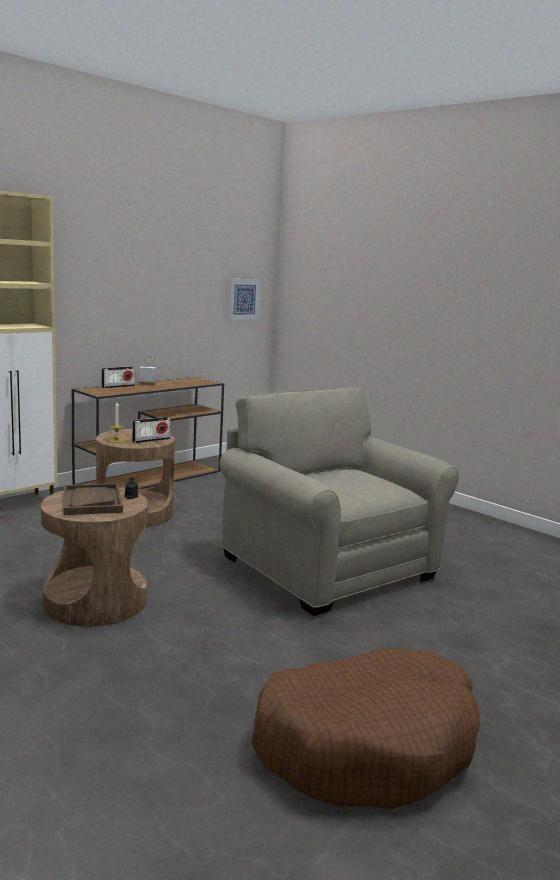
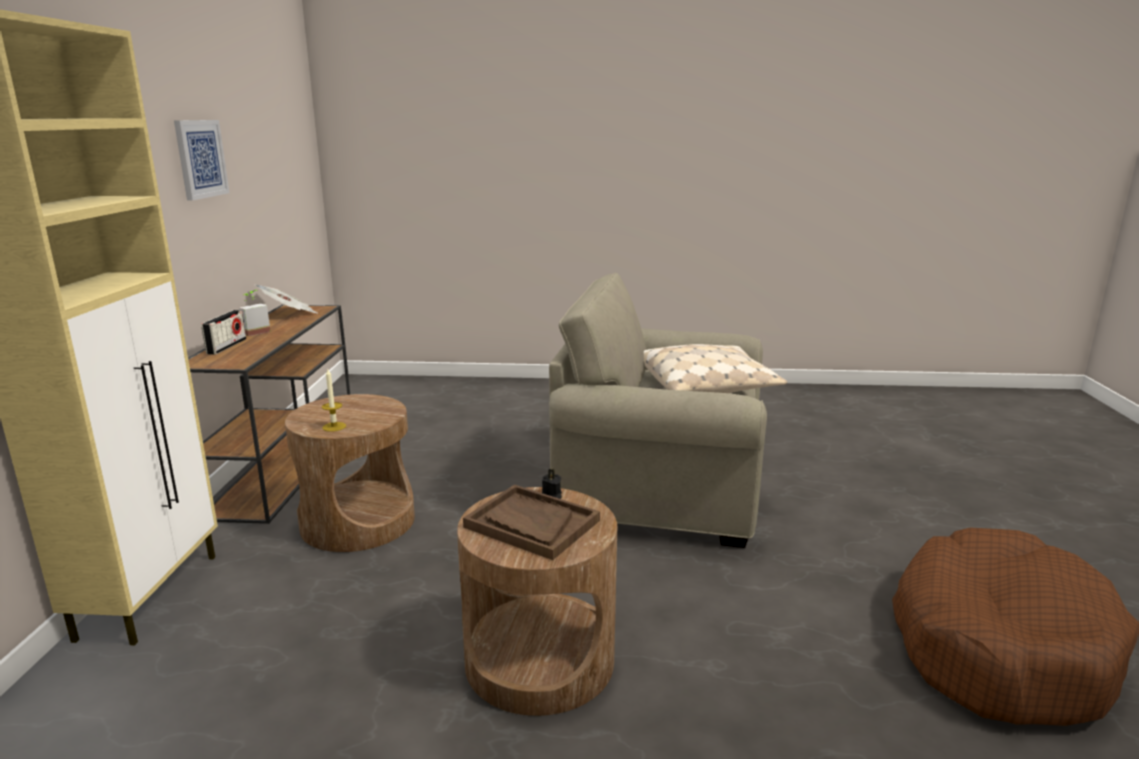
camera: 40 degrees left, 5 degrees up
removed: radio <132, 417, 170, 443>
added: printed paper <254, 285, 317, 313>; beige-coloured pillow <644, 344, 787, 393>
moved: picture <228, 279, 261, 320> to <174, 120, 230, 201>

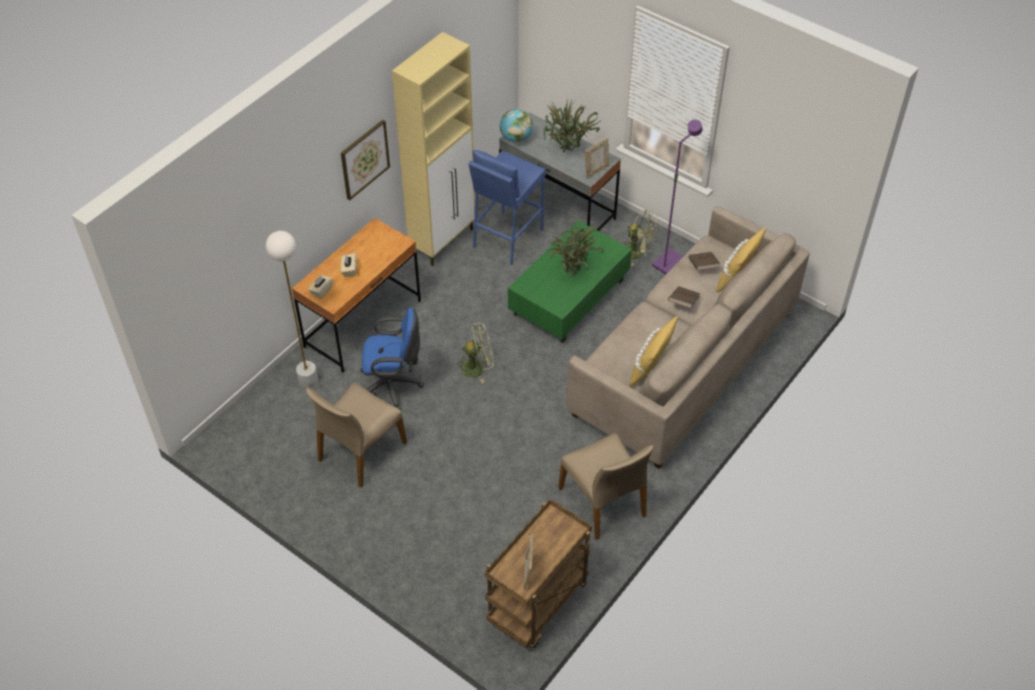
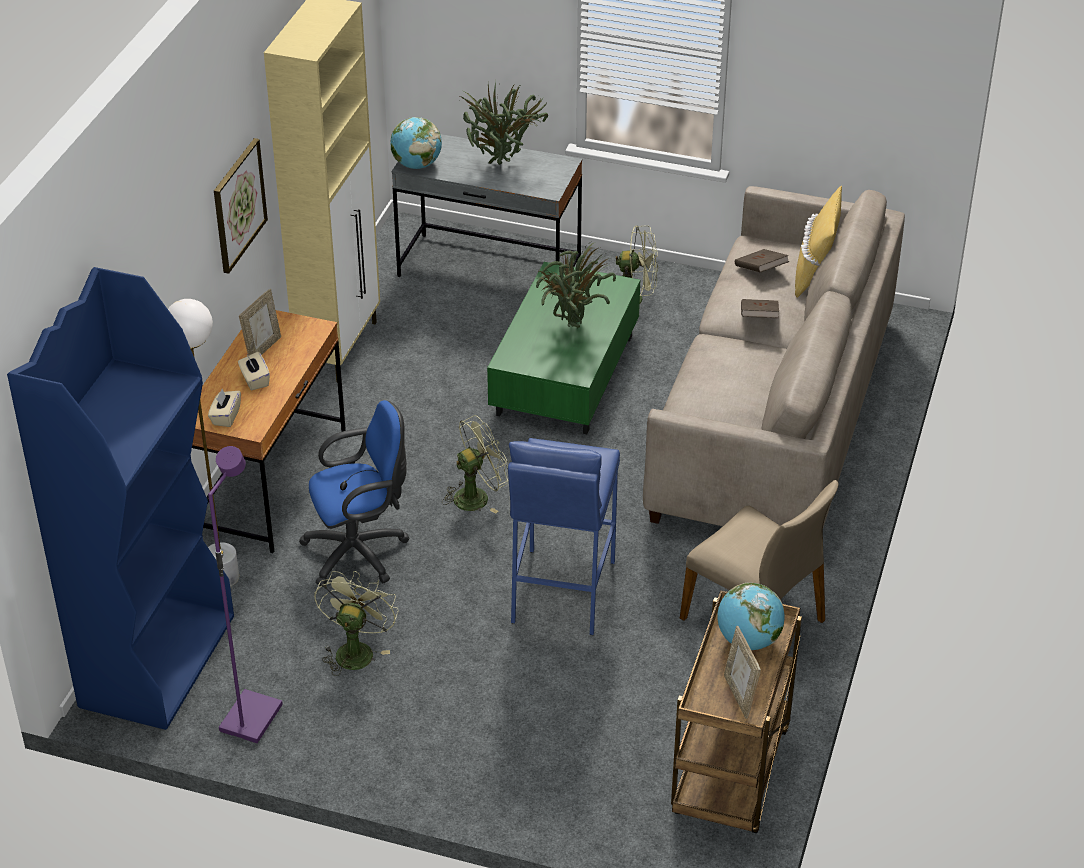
camera: 20 degrees left, 10 degrees down
removed: yellow-coloured pillow <629, 316, 678, 387>
added: bluish bookshelf <7, 267, 234, 730>; world globe <717, 583, 785, 650>
moved: bluish stool <469, 150, 546, 265> to <508, 438, 620, 635>; photo frame <585, 138, 609, 179> to <239, 289, 281, 356>; purple standard lamp <652, 120, 703, 275> to <208, 446, 283, 743>
replaced: beige-coloured upright chair <306, 383, 407, 488> to greenish fan <314, 571, 399, 676>

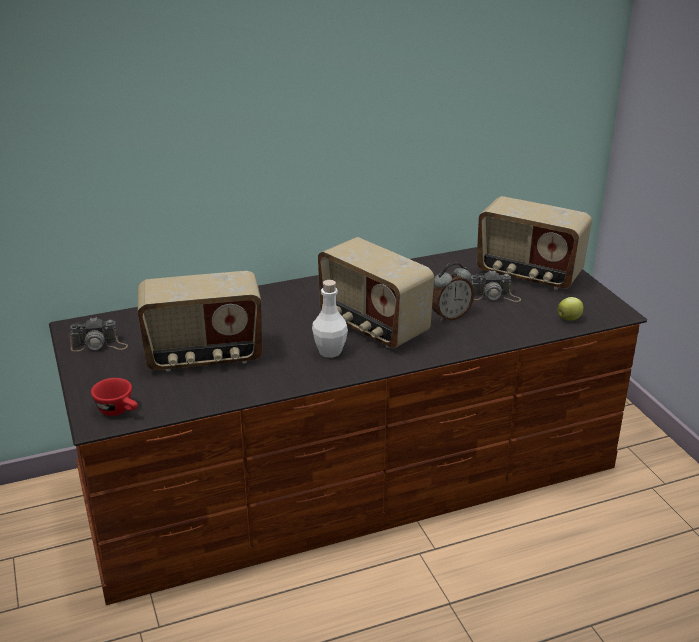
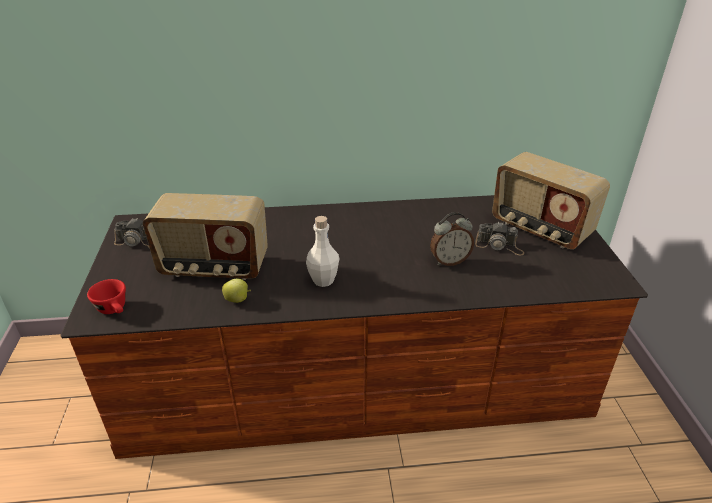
camera: 15 degrees right, 5 degrees up
removed: radio <318, 237, 434, 348>
moved: apple fruit <557, 297, 584, 321> to <222, 279, 251, 303>

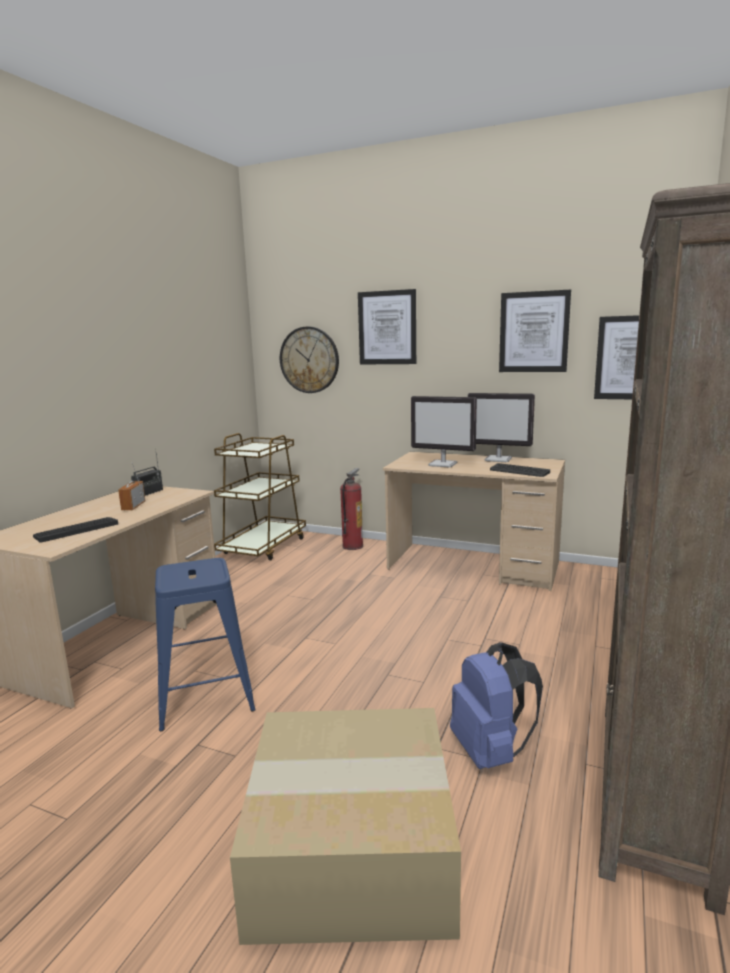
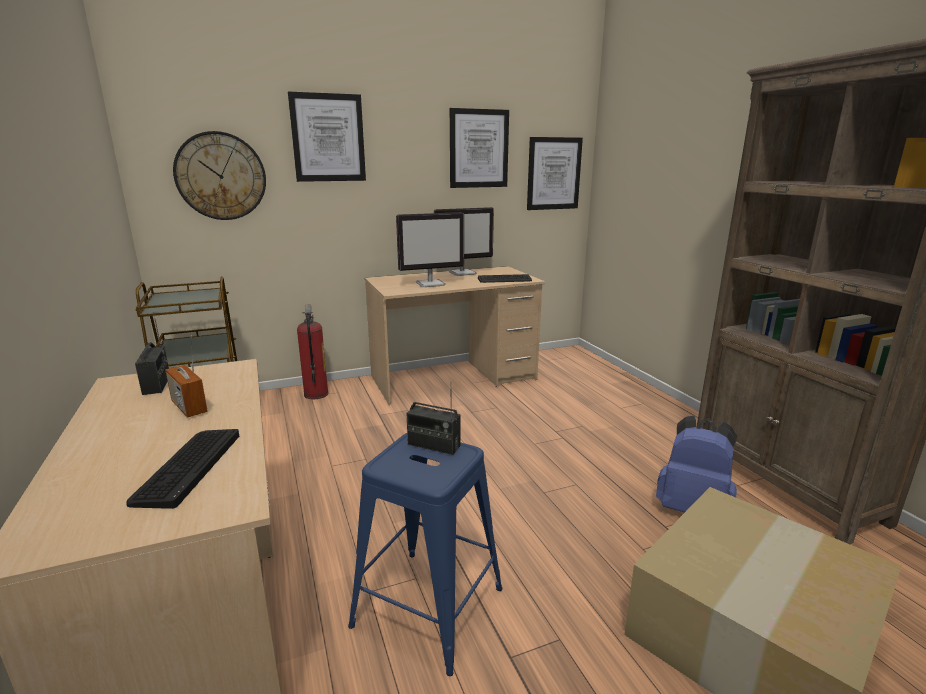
camera: 45 degrees left, 5 degrees up
added: radio <407, 382, 461, 455>

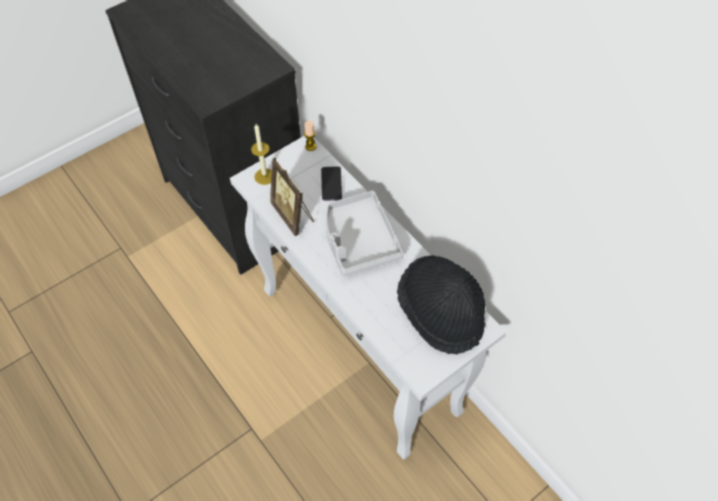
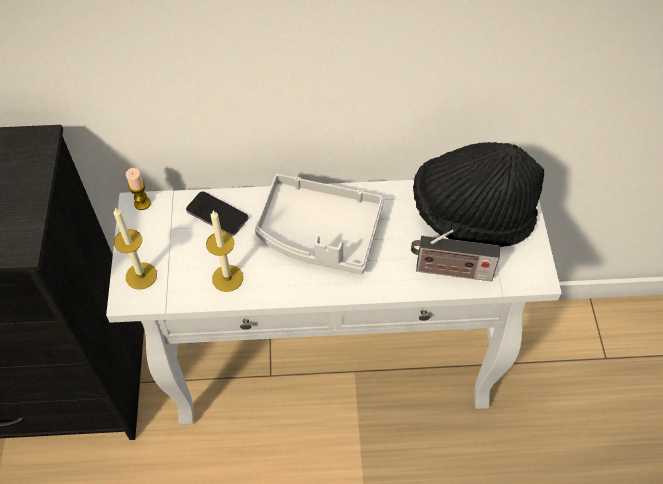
camera: 55 degrees left, 0 degrees up
added: radio <411, 230, 500, 281>
replaced: photo frame <270, 158, 314, 236> to candle <206, 210, 243, 292>

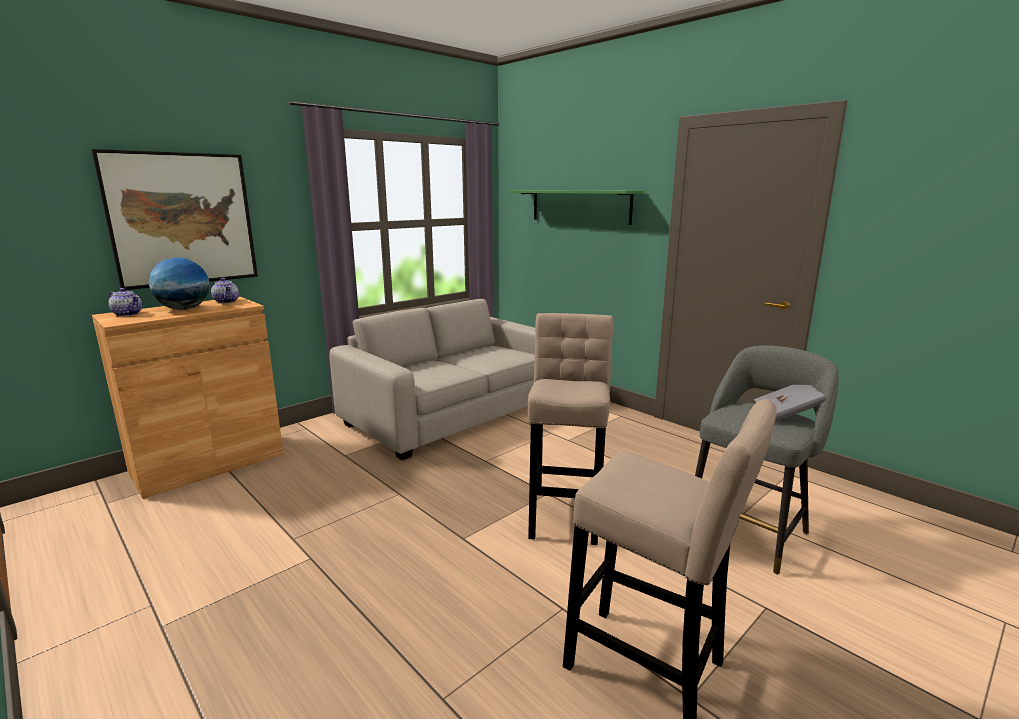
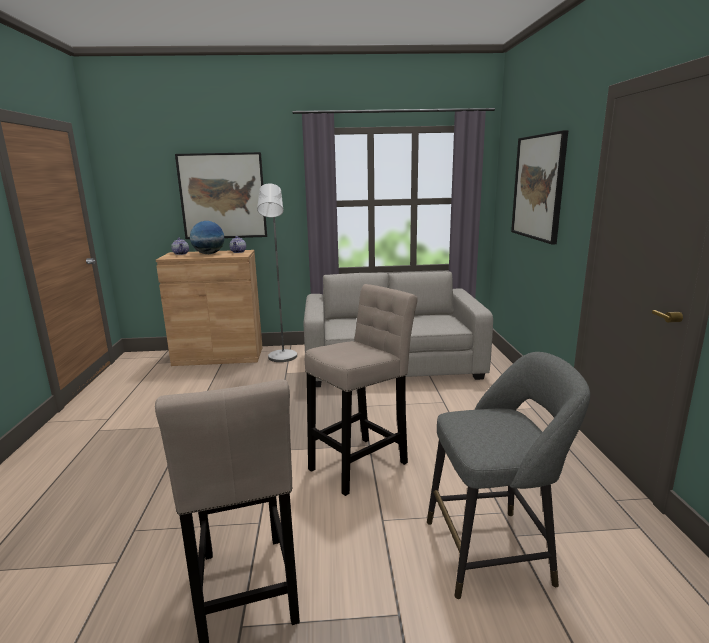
camera: 40 degrees right, 0 degrees up
removed: grey volume <754, 385, 827, 422>
added: grey standard lamp <257, 184, 297, 362>
replaced: greenish bracket shelf <510, 190, 644, 225> to picture <511, 130, 568, 244>

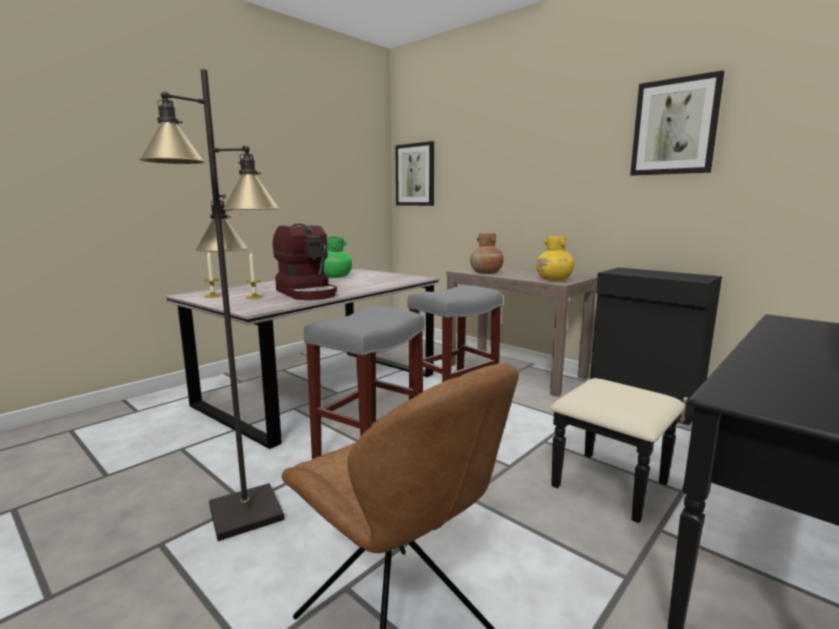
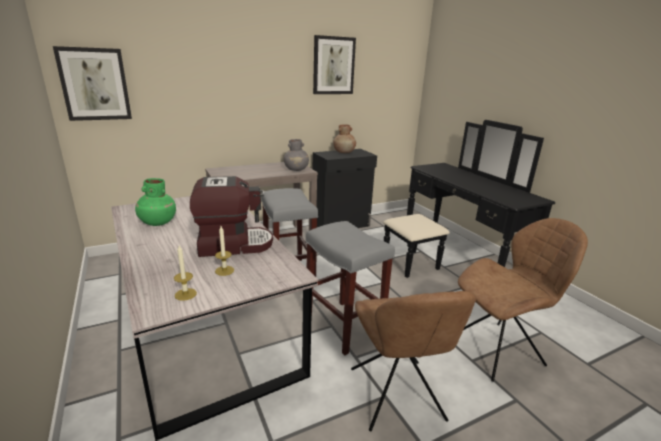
camera: 70 degrees left, 10 degrees up
moved: brownish vase <470, 233, 504, 274> to <333, 124, 356, 153>
replaced: blackish standard lamp <139, 69, 284, 541> to brownish upright chair <351, 291, 476, 431>
recoloured: yellow-coloured vase <536, 236, 574, 281> to grey vase <284, 139, 309, 171>

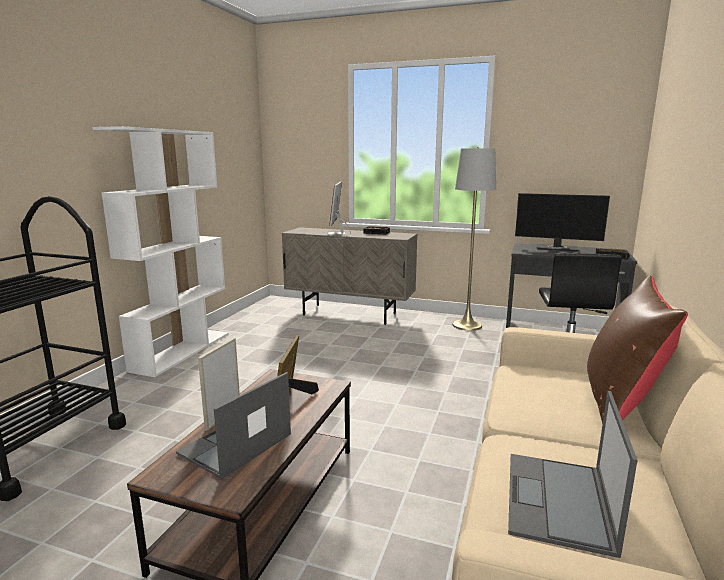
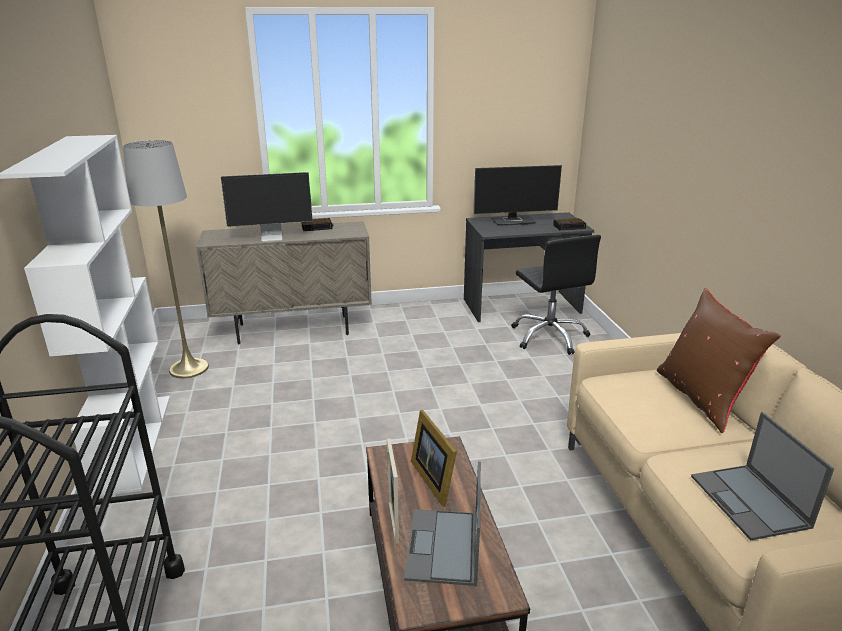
camera: 30 degrees left, 10 degrees up
moved: grey standard lamp <453, 147, 496, 331> to <123, 140, 209, 378>
turned: computer display <327, 182, 351, 235> = <221, 172, 313, 242> 75 degrees counterclockwise

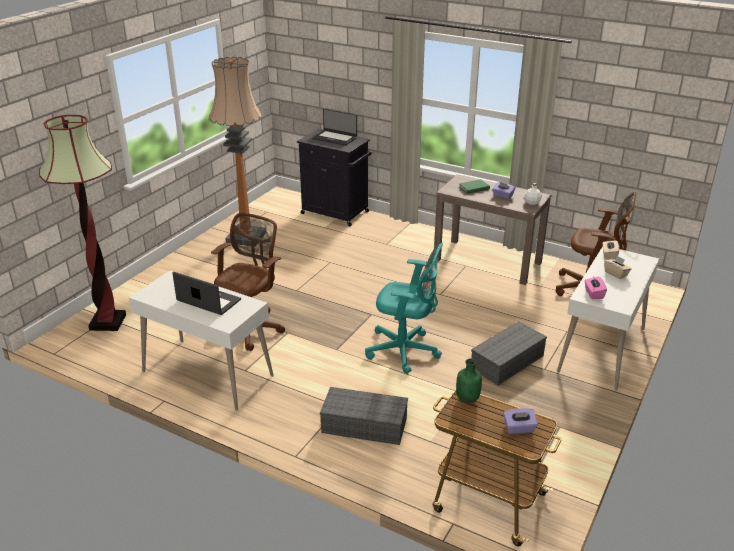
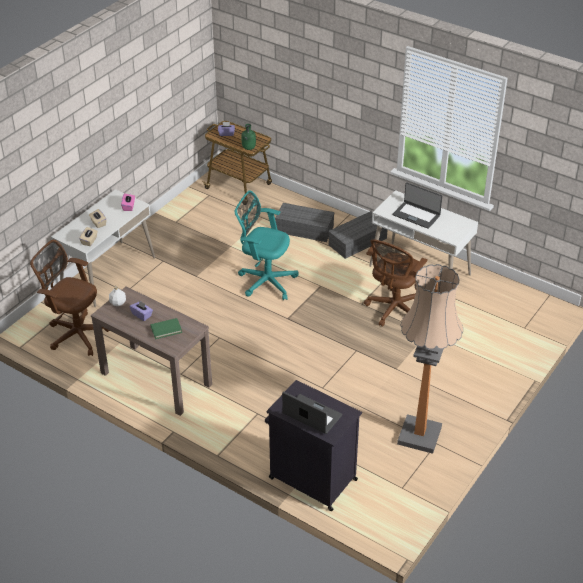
camera: 175 degrees left, 10 degrees up
removed: standard lamp <39, 115, 126, 331>
moved: grey storage container <471, 321, 547, 385> to <328, 211, 387, 259>

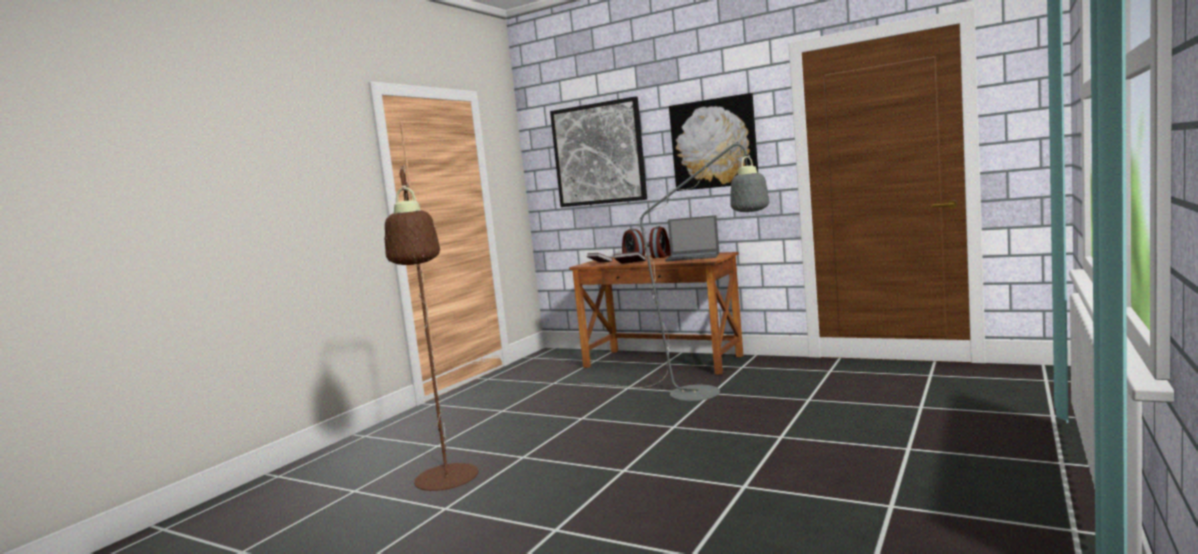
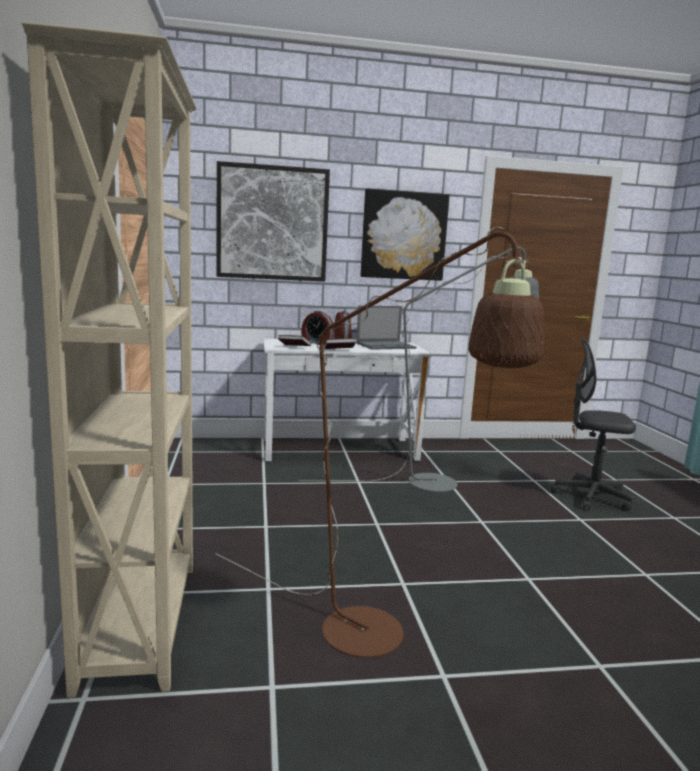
camera: 40 degrees left, 5 degrees up
added: beige-coloured bookshelf <22, 21, 197, 698>; grey desk chair <550, 338, 636, 511>
recoloured: brownish desk <569, 252, 743, 375> to whitish desk <263, 338, 432, 461>

